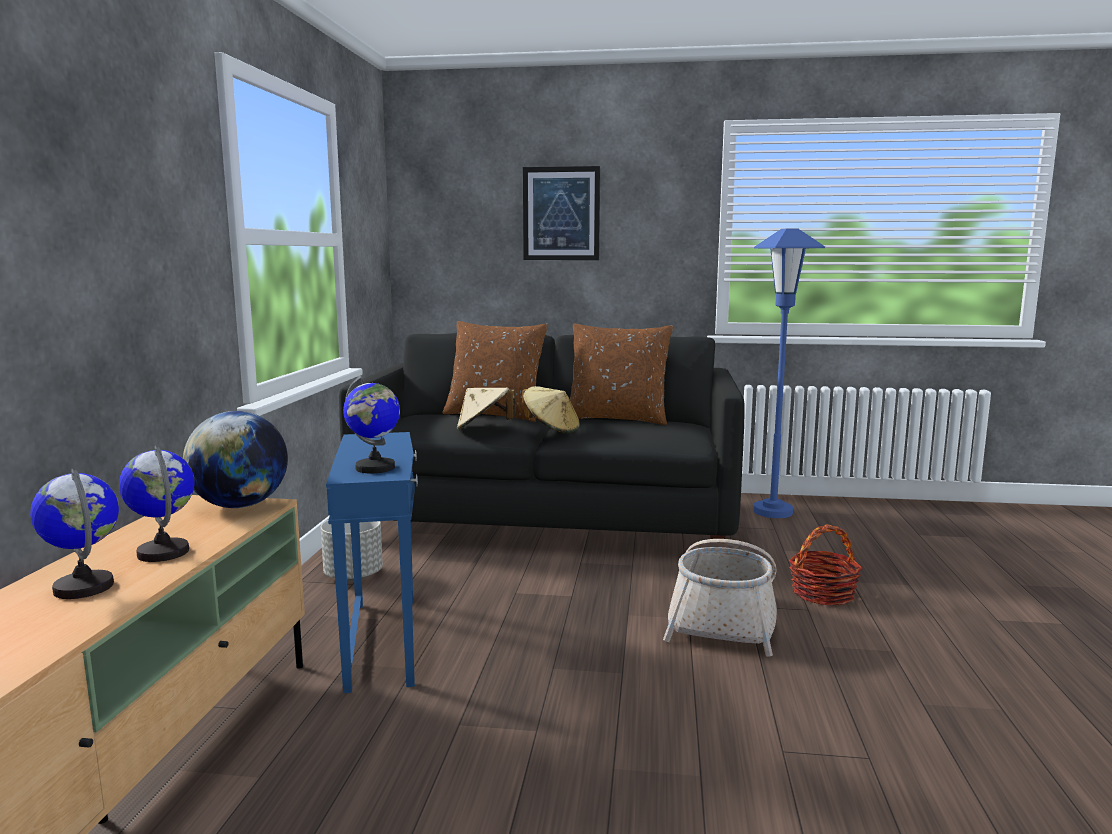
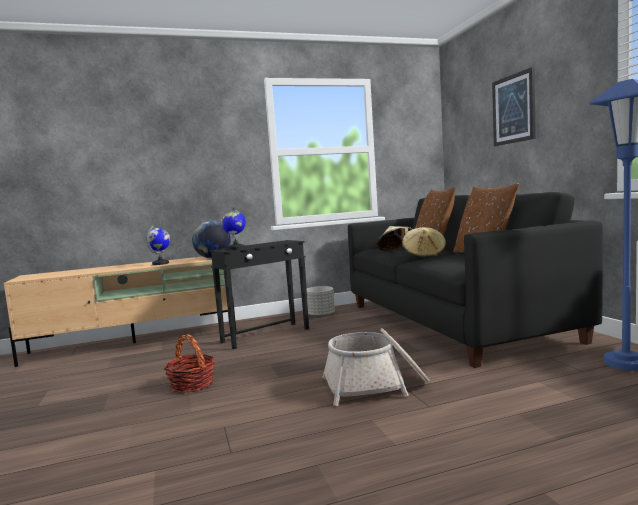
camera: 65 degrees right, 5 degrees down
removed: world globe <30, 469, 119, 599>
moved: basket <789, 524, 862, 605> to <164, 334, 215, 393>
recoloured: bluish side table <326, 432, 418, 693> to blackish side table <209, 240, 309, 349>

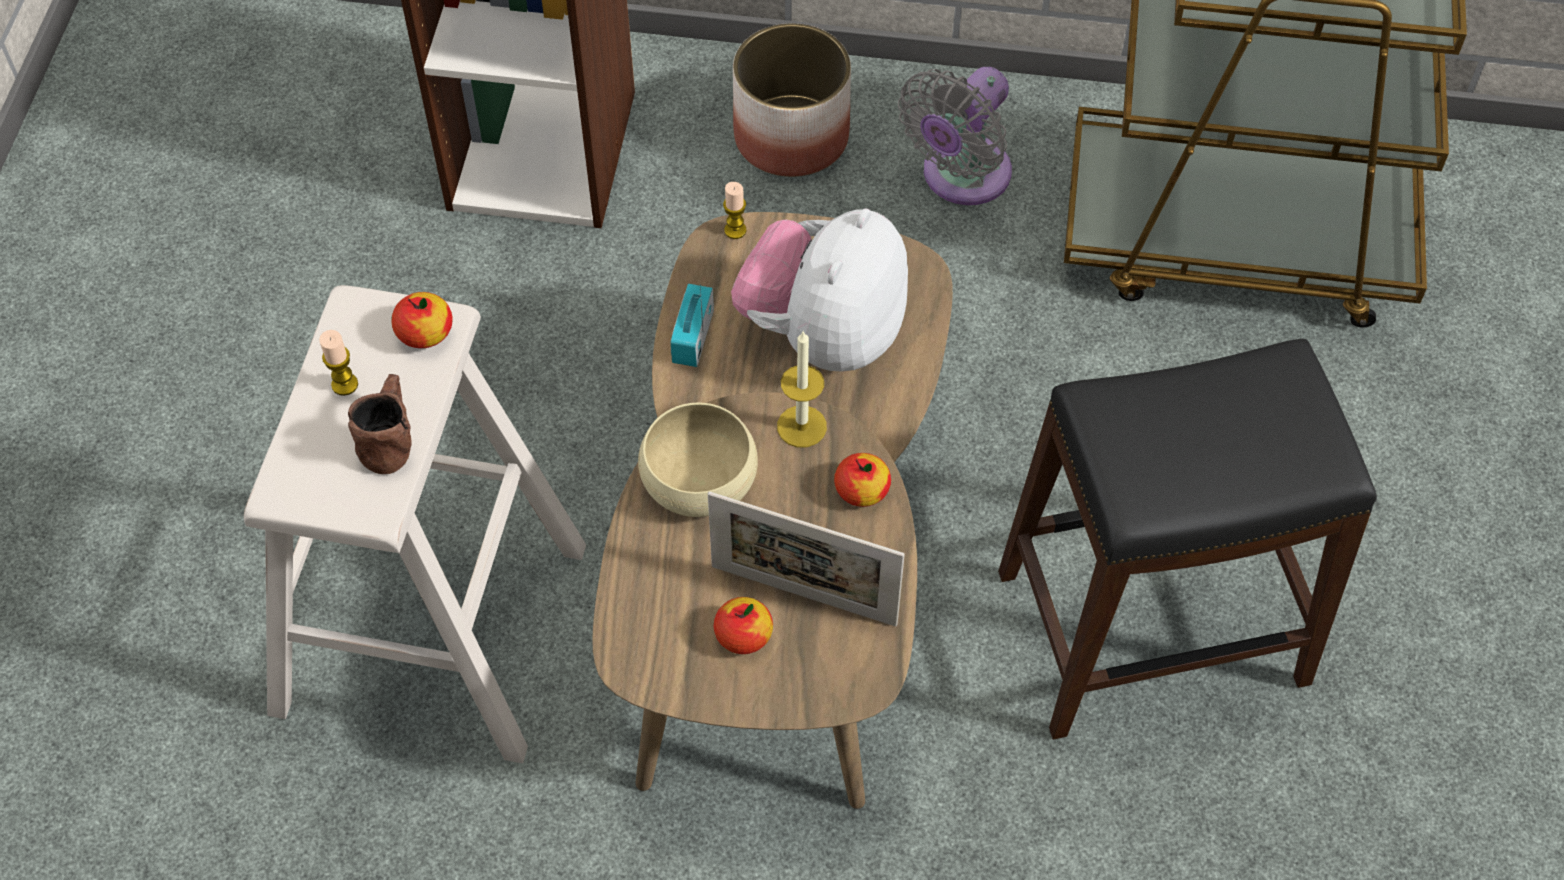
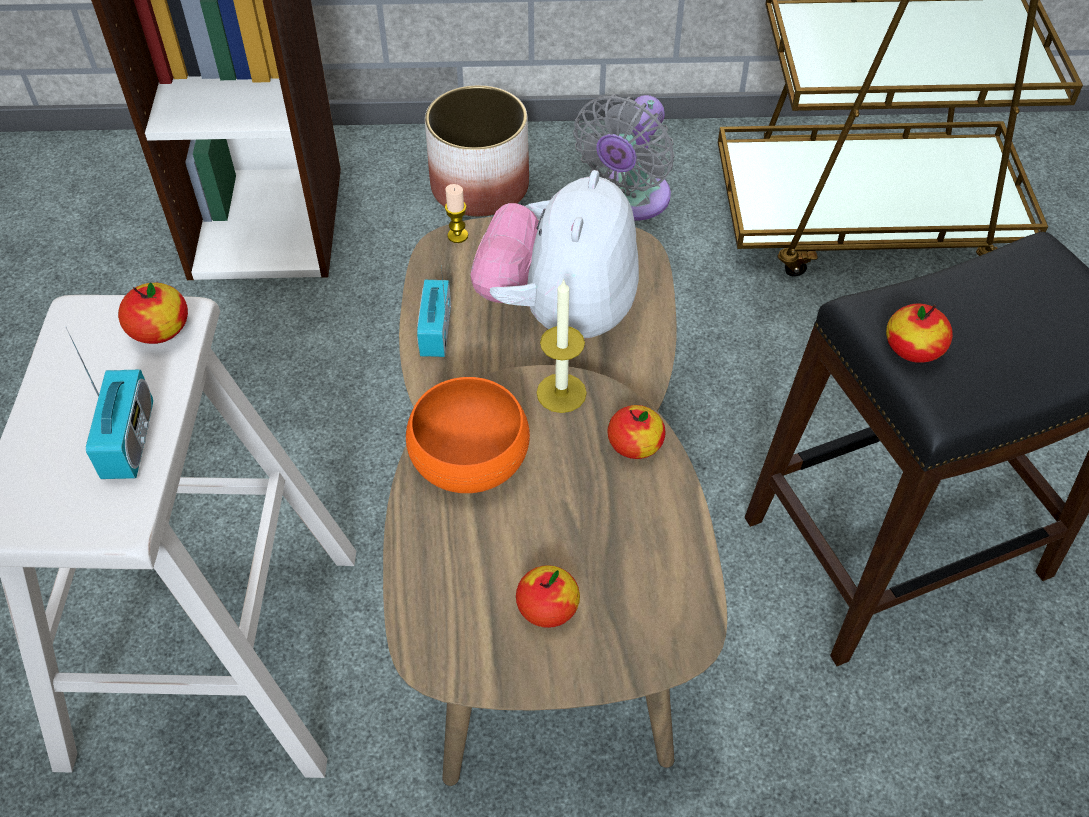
camera: 10 degrees left, 5 degrees down
removed: candle <319, 330, 358, 396>; photo frame <708, 491, 905, 627>
added: apple fruit <886, 304, 953, 363>
replaced: brownish mug <348, 374, 412, 474> to radio <66, 328, 153, 479>
recoloured: beige-coloured serving bowl <638, 403, 758, 517> to orangey serving bowl <406, 377, 530, 493>

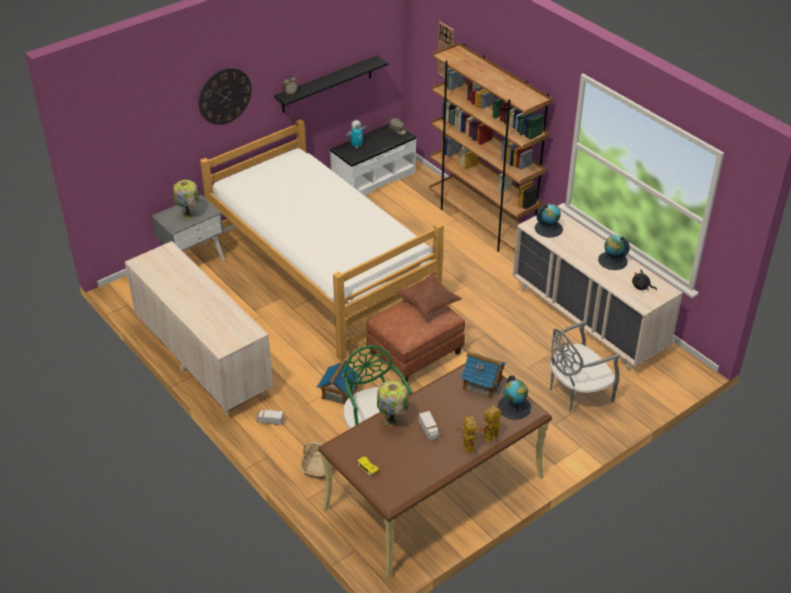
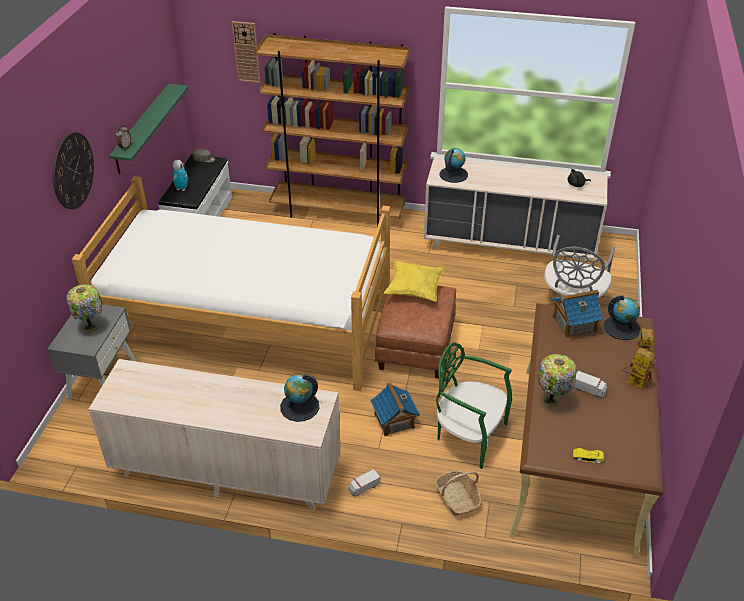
camera: 40 degrees left, 0 degrees up
moved: world globe <598, 235, 630, 270> to <280, 374, 319, 422>
recoloured: blackish bracket shelf <274, 55, 388, 113> to greenish bracket shelf <109, 84, 188, 174>; brownish pillow <395, 274, 462, 318> to yellow-coloured pillow <384, 261, 445, 302>

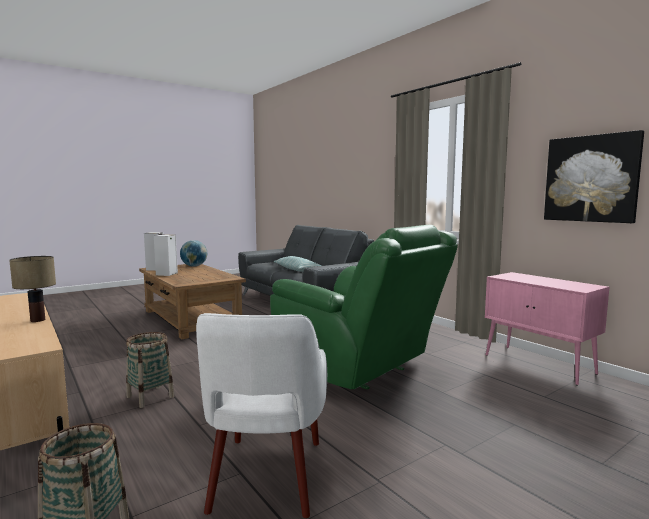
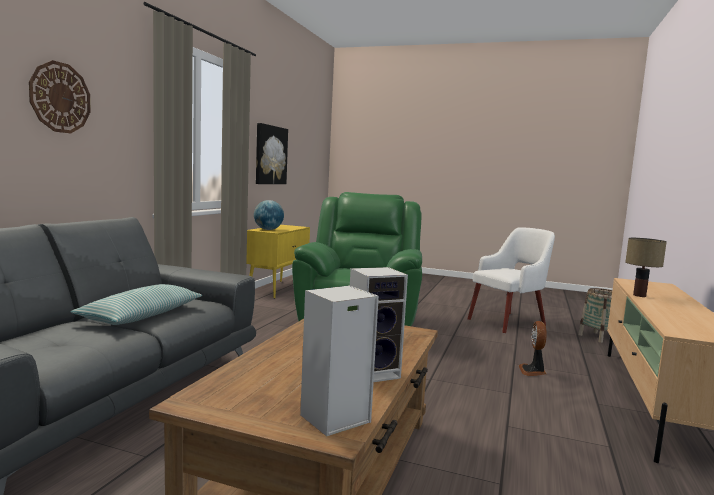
camera: 125 degrees left, 0 degrees up
added: wall clock <29, 60, 91, 133>
moved: world globe <180, 240, 207, 267> to <254, 200, 284, 230>
replaced: basket <126, 332, 174, 408> to fan <519, 321, 547, 376>
recoloured: pink-coloured cupboard <485, 272, 609, 386> to yellow-coloured cupboard <246, 225, 310, 299>

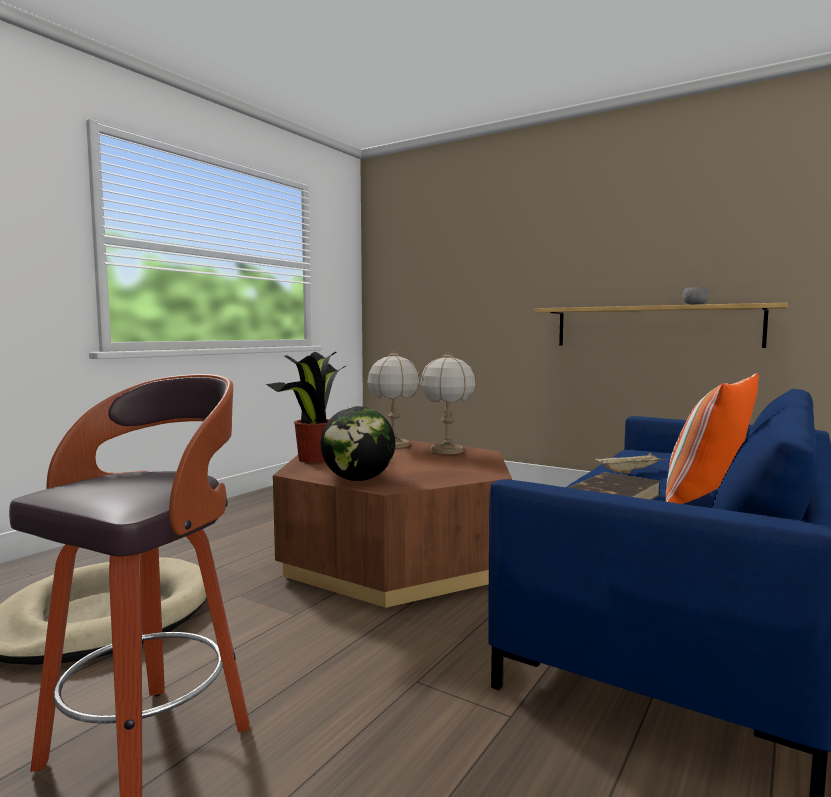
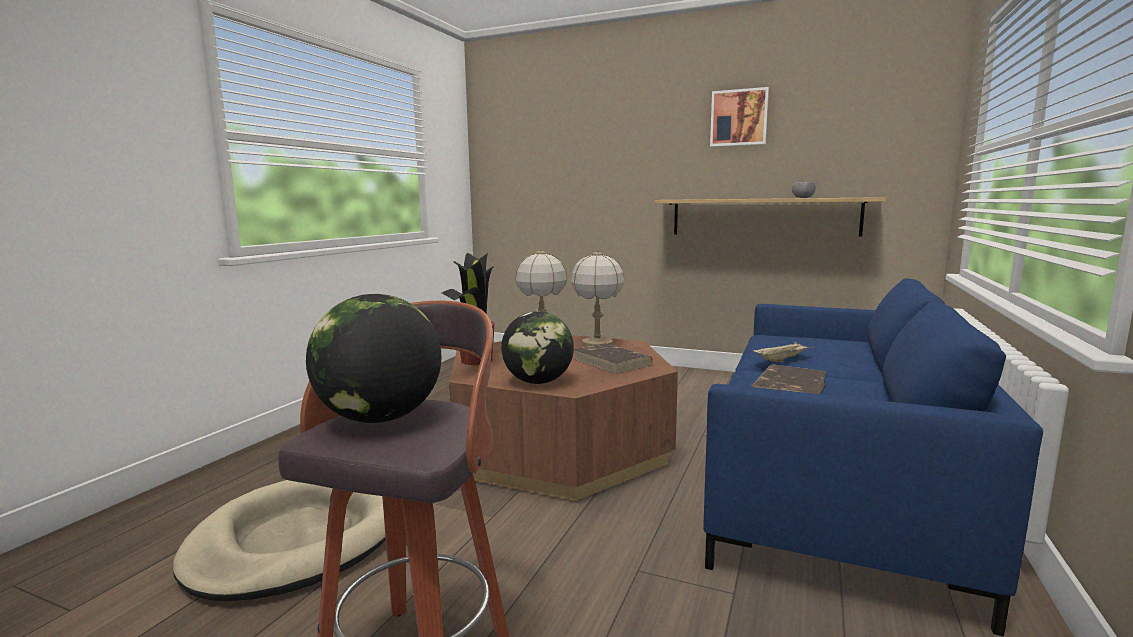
camera: 10 degrees left, 5 degrees up
removed: pillow <666, 373, 759, 504>
added: world globe <306, 294, 441, 423>; brownish volume <574, 343, 653, 374>; picture <710, 87, 769, 147>

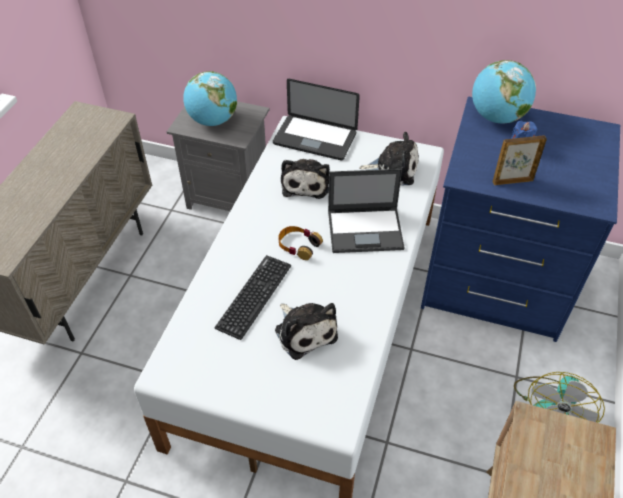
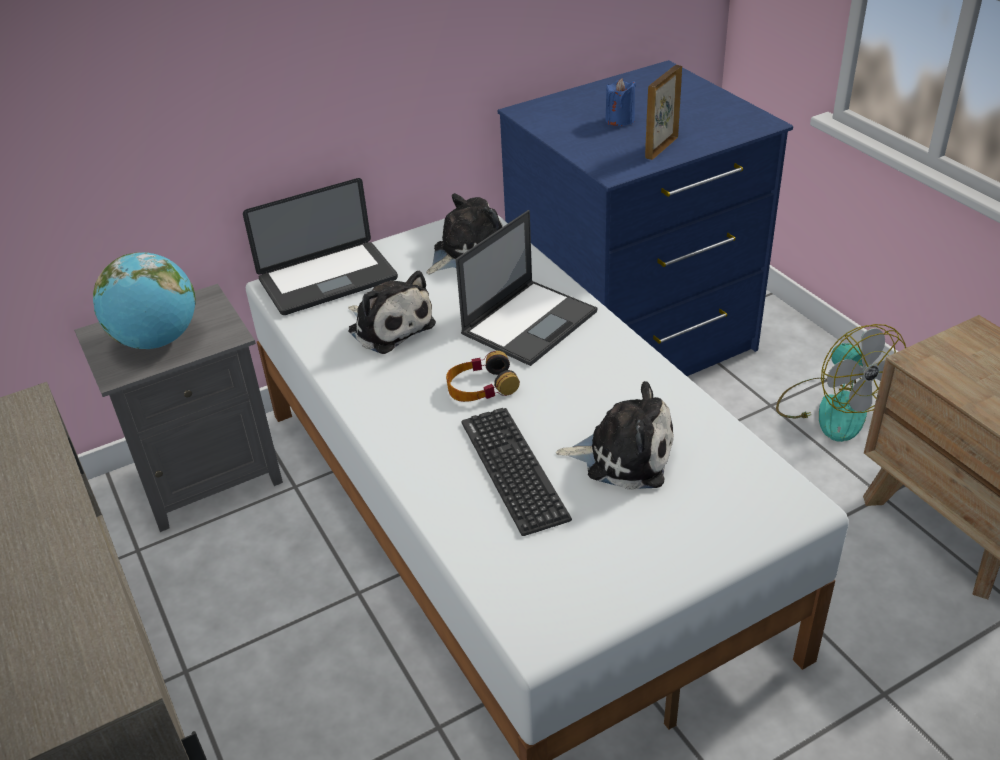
camera: 45 degrees left, 10 degrees down
removed: world globe <472, 60, 536, 123>

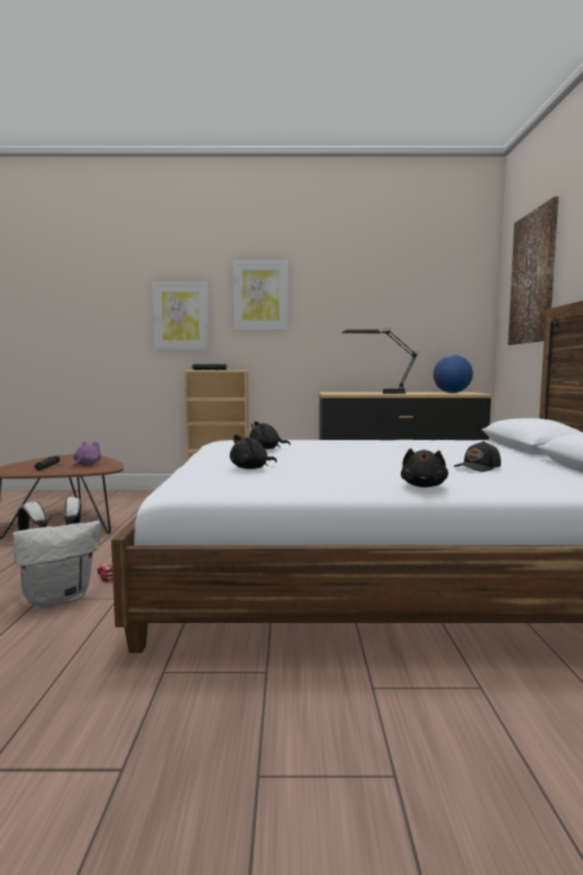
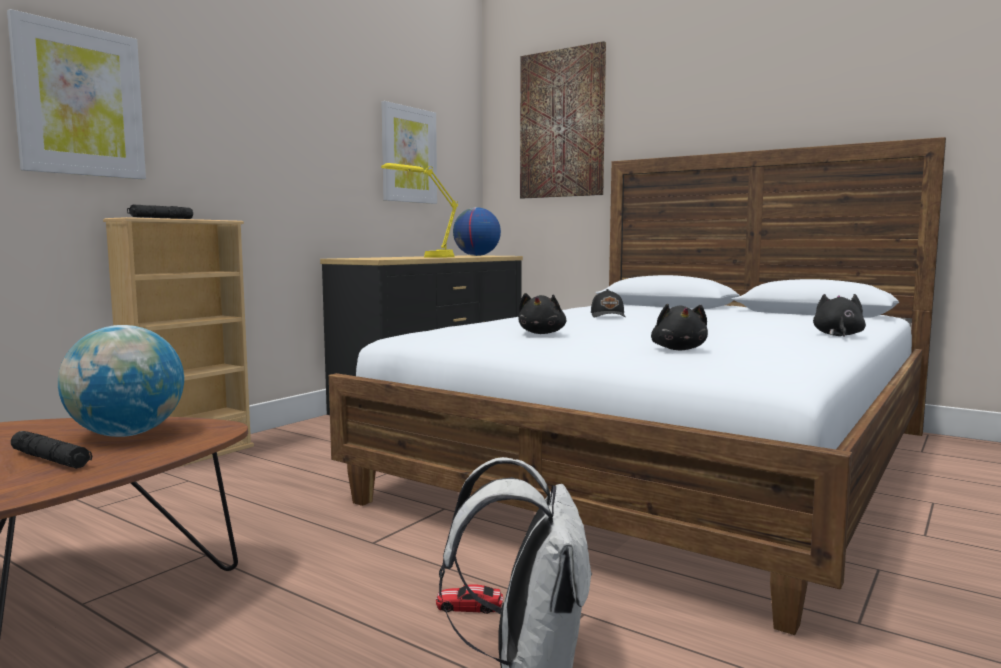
camera: 55 degrees left, 0 degrees up
moved: picture <233, 260, 288, 330> to <381, 101, 437, 204>; blackish peaked cap <454, 441, 501, 472> to <591, 289, 626, 317>
replaced: purple soft toy <73, 441, 101, 466> to world globe <58, 325, 184, 437>
recoloured: blackish tabletop lamp <342, 328, 418, 394> to yellow-coloured tabletop lamp <381, 163, 458, 258>
turned: blackish soft toy <401, 448, 448, 487> = <813, 294, 866, 337> 120 degrees counterclockwise

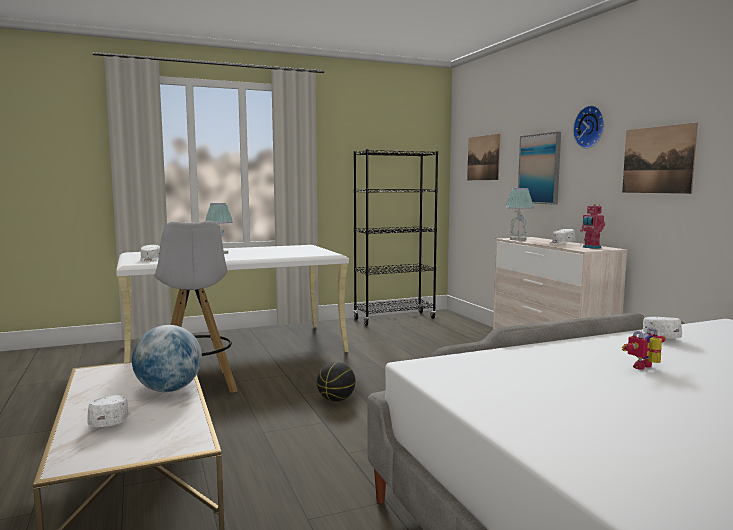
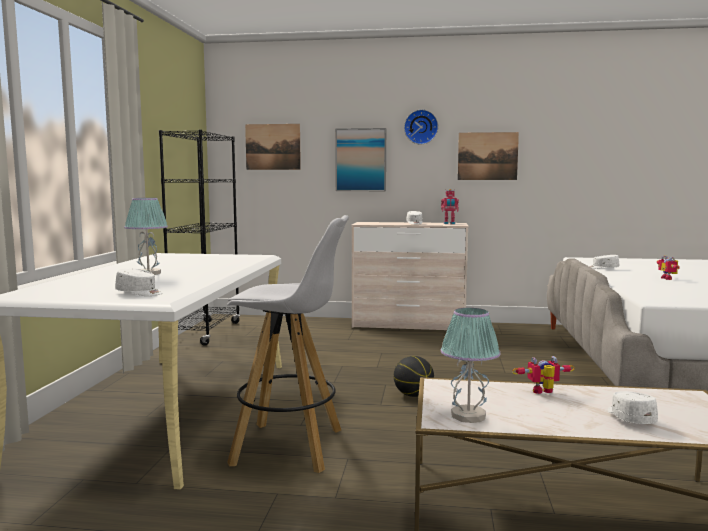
camera: 60 degrees left, 0 degrees up
moved: tabletop lamp <505, 188, 534, 240> to <441, 308, 501, 423>
replaced: world globe <132, 325, 202, 392> to model robot <512, 356, 575, 394>
turned: whitish peaked cap <87, 395, 130, 427> = <608, 391, 658, 424> 60 degrees clockwise

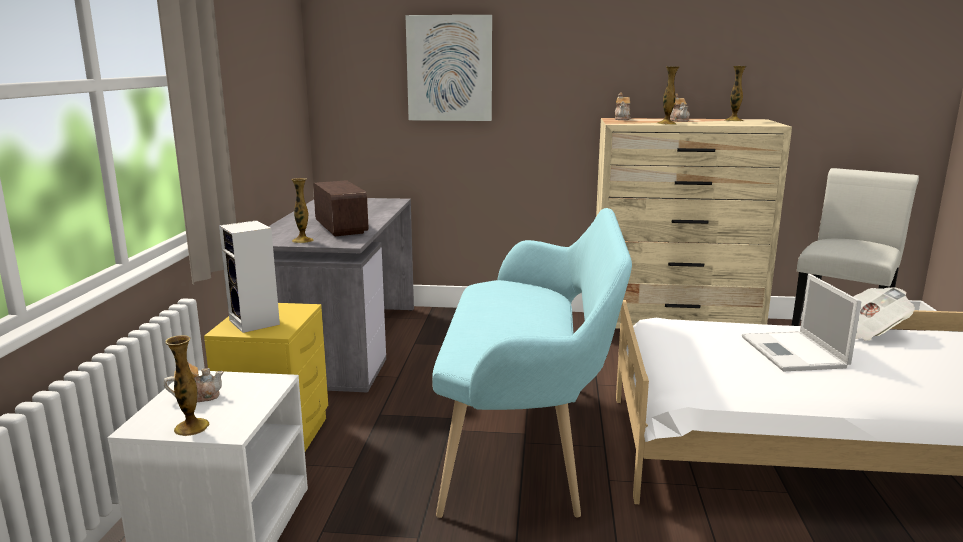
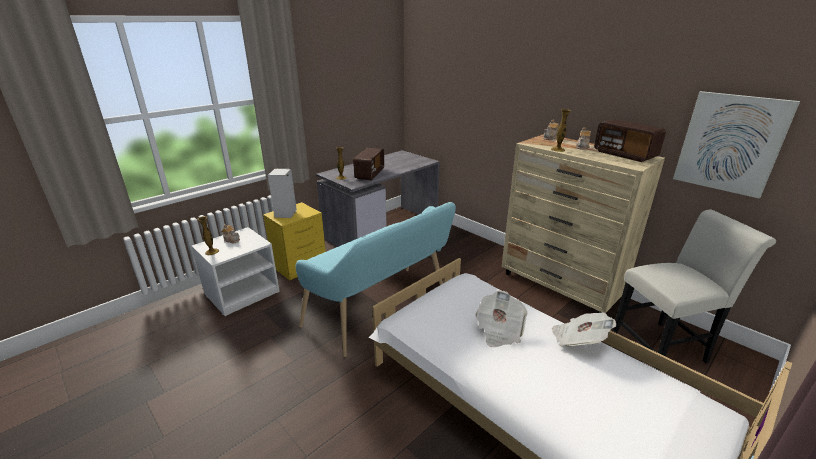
camera: 40 degrees right, 10 degrees up
moved: picture <405, 15, 492, 121> to <673, 91, 800, 199>
replaced: vase <725, 66, 746, 121> to radio <594, 120, 666, 162>; laptop <742, 274, 861, 371> to printed paper <475, 291, 527, 347>

